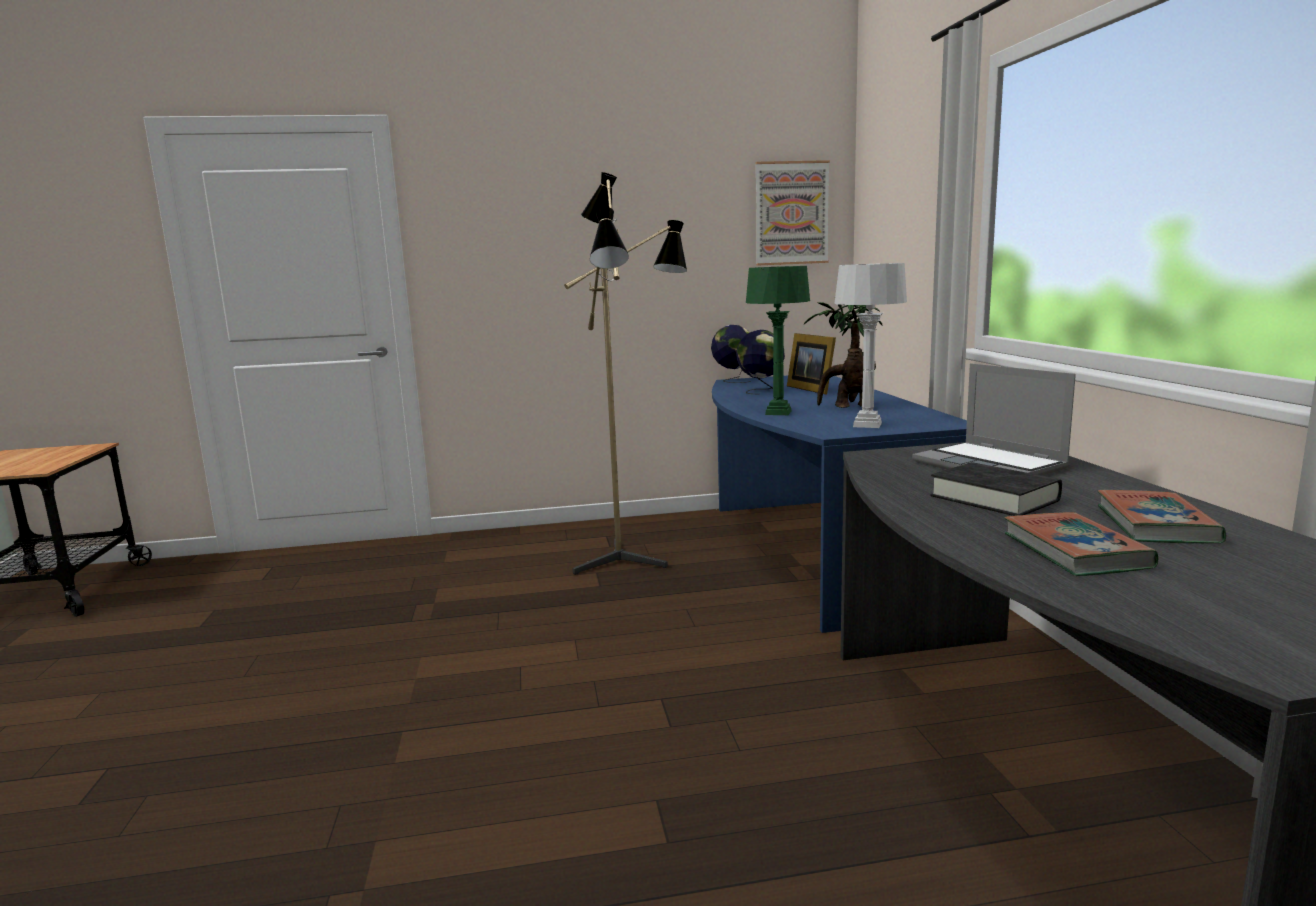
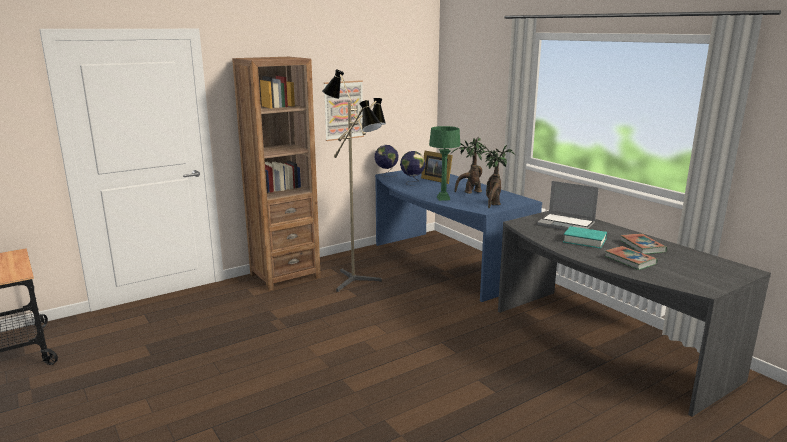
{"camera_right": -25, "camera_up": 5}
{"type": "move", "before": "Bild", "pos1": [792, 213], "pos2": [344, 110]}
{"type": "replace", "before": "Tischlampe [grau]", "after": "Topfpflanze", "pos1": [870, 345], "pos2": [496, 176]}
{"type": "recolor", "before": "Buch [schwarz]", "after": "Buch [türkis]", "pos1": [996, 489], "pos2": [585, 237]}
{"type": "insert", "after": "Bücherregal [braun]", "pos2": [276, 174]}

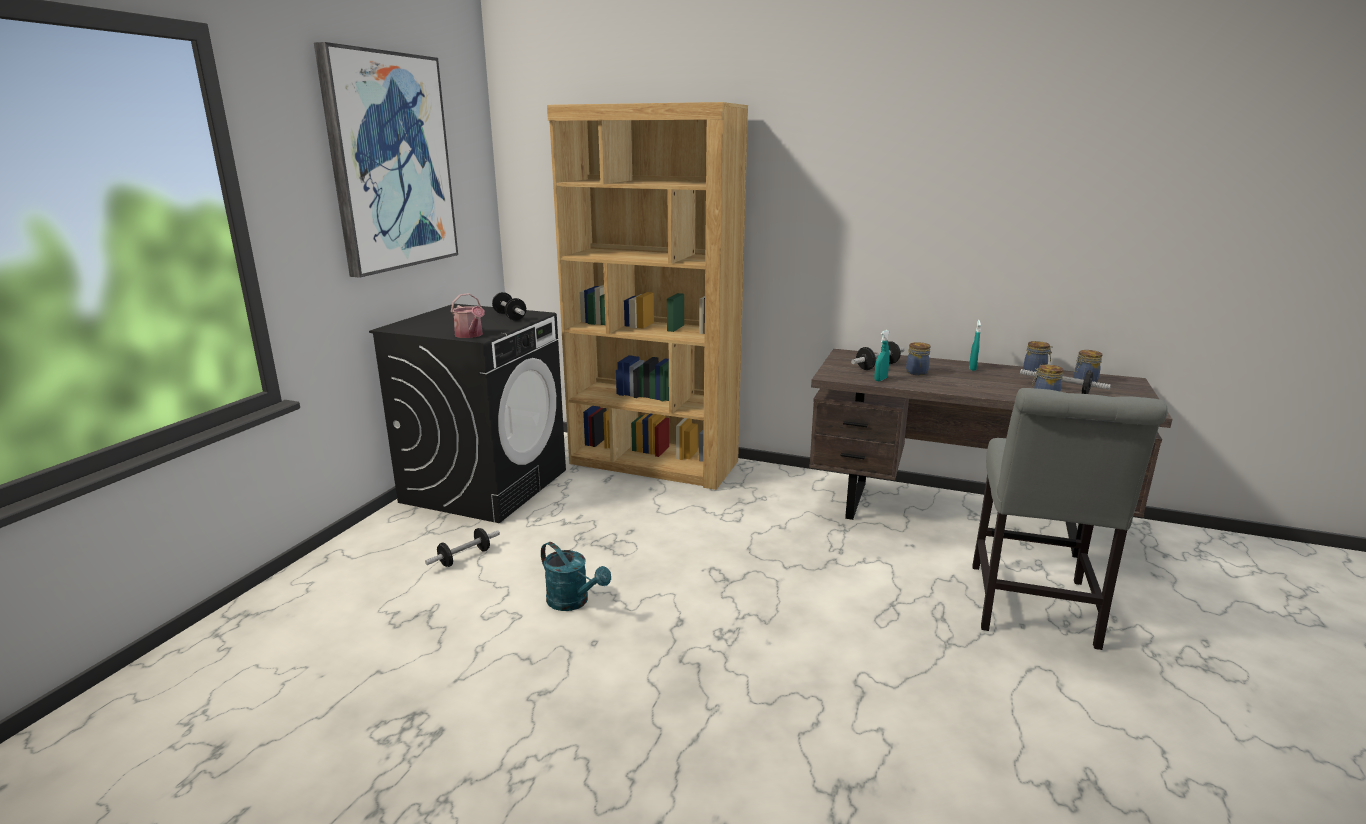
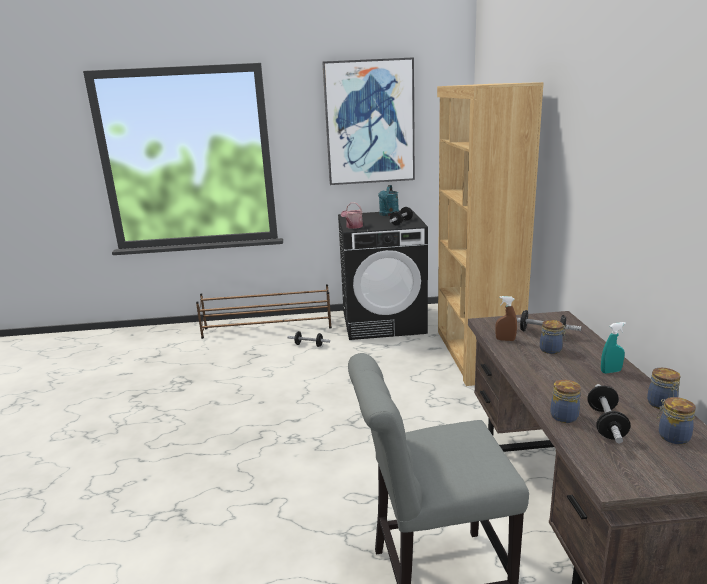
{"camera_right": 65, "camera_up": 0}
{"type": "recolor", "before": "Sprühflasche [türkis]", "after": "Sprühflasche [braun]", "pos1": [882, 355], "pos2": [506, 318]}
{"type": "move", "before": "Gießkanne [türkis]", "pos1": [576, 576], "pos2": [388, 200]}
{"type": "insert", "after": "Schuhregal [braun]", "pos2": [264, 311]}

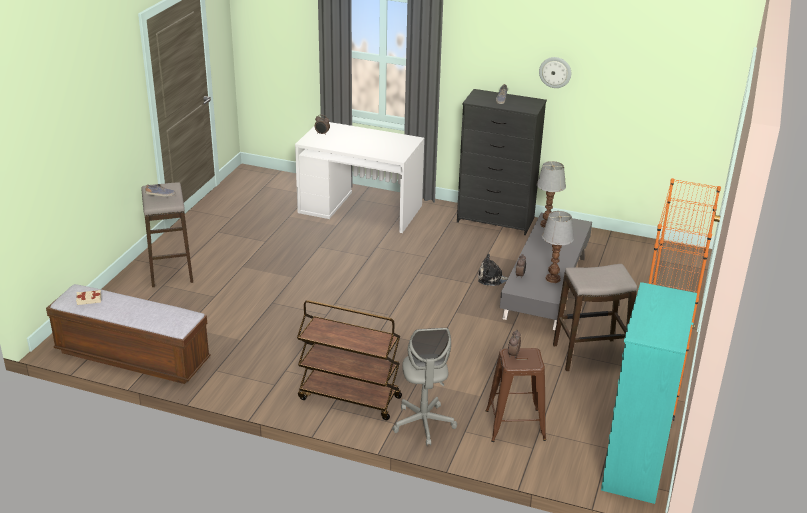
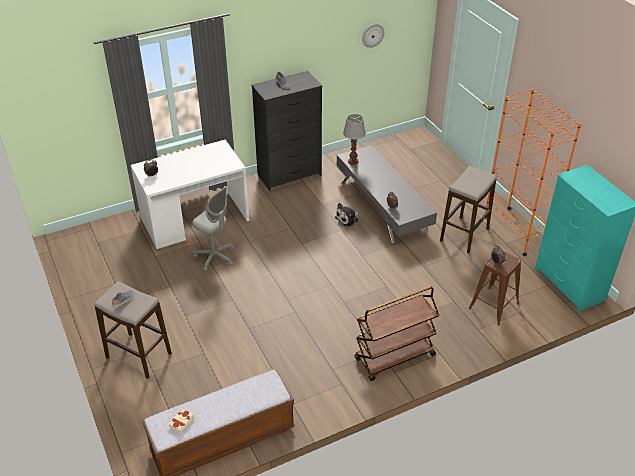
{"camera_right": -45, "camera_up": 10}
{"type": "move", "before": "Wanduhr", "pos1": [555, 72], "pos2": [373, 36]}
{"type": "delete", "before": "Tischlampe", "pos1": [558, 247]}
{"type": "move", "before": "Bürostuhl [grau]", "pos1": [424, 387], "pos2": [213, 229]}

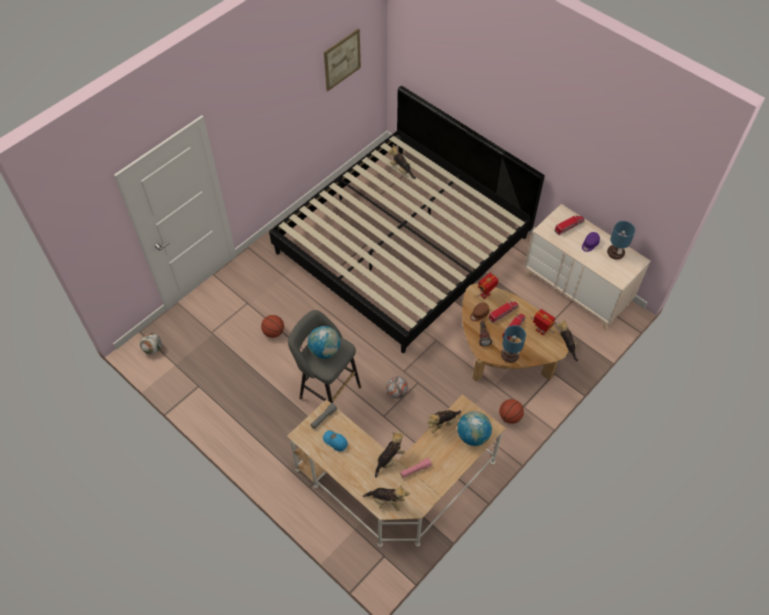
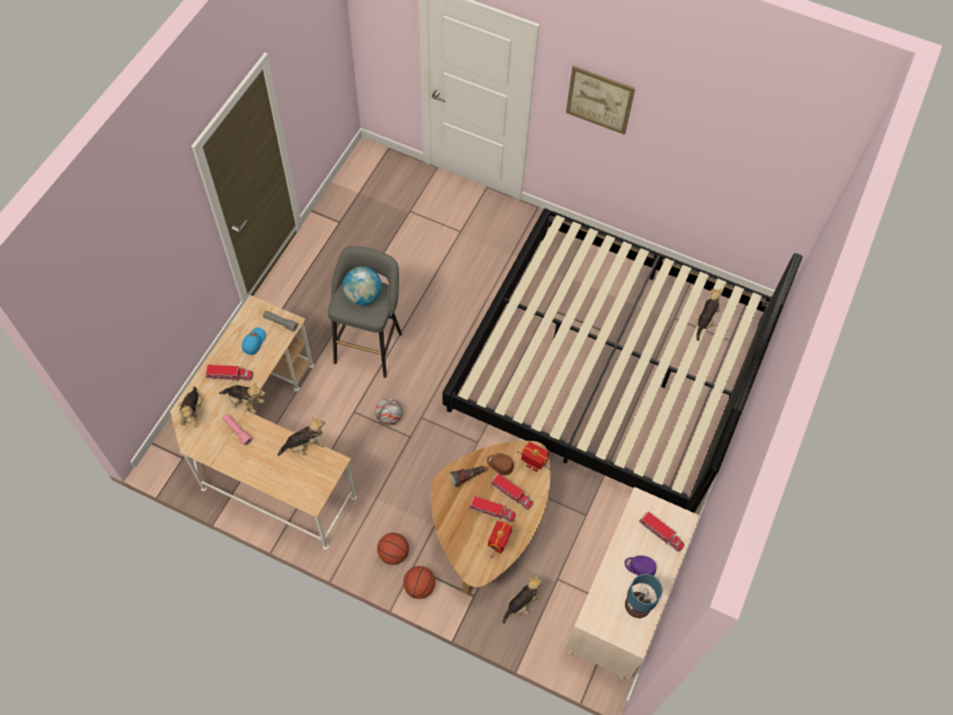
{"camera_right": 70, "camera_up": 5}
{"type": "move", "before": "Bild", "pos1": [342, 59], "pos2": [600, 100]}
{"type": "move", "before": "Basketball", "pos1": [272, 326], "pos2": [419, 582]}
{"type": "delete", "before": "Tischlampe", "pos1": [513, 344]}
{"type": "delete", "before": "Fußball", "pos1": [151, 343]}
{"type": "rotate", "before": "Plüschtier", "pos1": [444, 421], "pos2": [301, 436], "turn": 120}
{"type": "delete", "before": "Globus", "pos1": [474, 428]}
{"type": "insert", "after": "Spielzeuglaster", "pos2": [229, 373]}

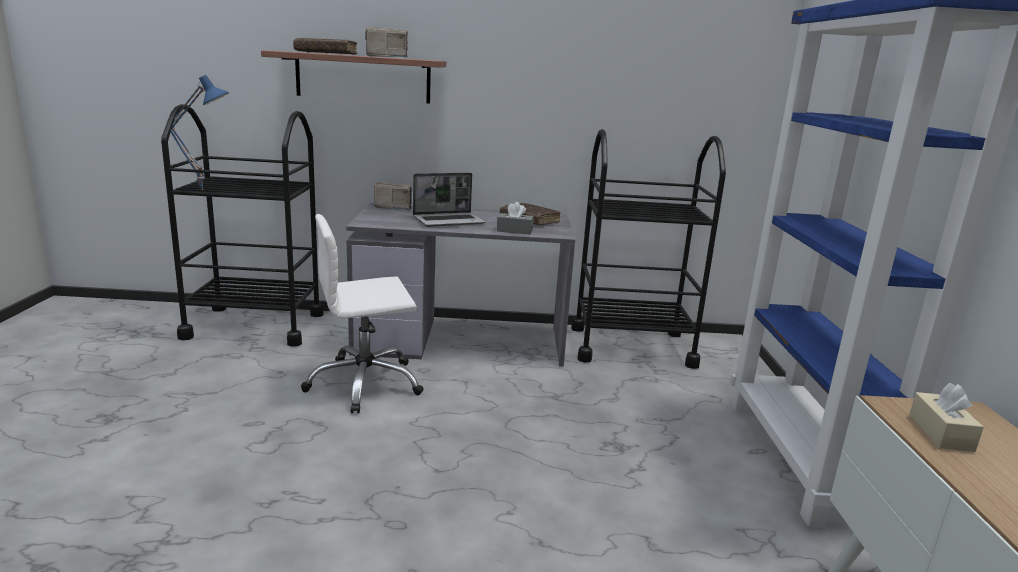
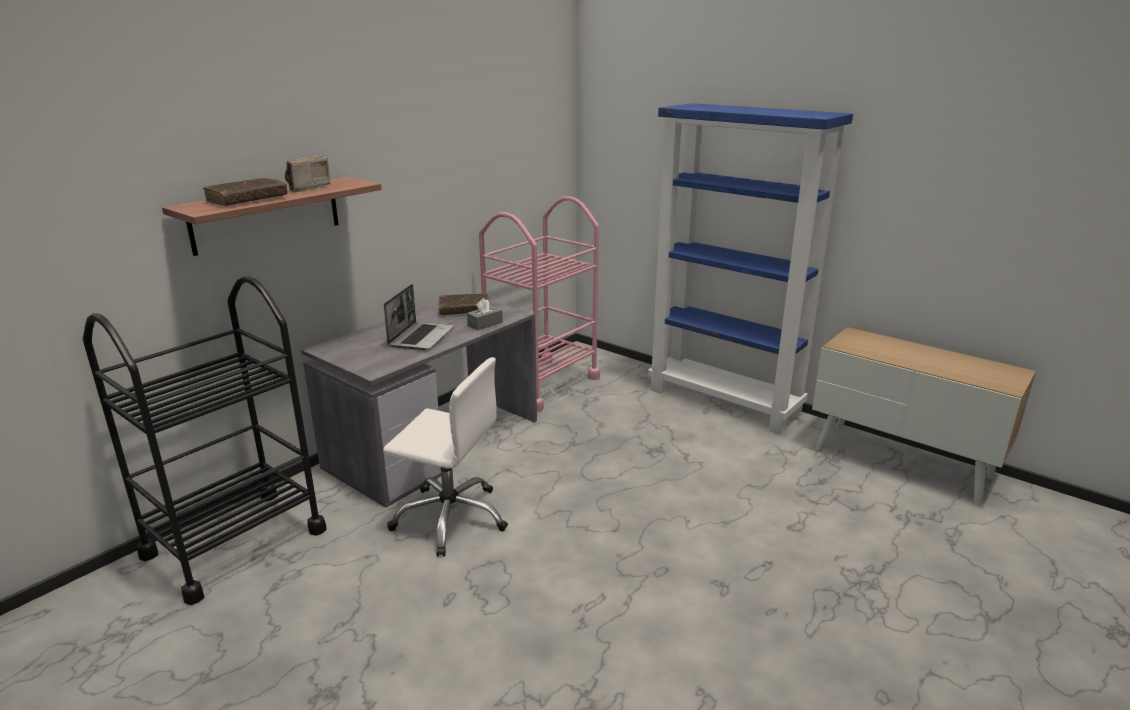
{"camera_right": -50, "camera_up": 5}
{"type": "delete", "before": "Tischlampe [blau]", "pos1": [200, 132]}
{"type": "recolor", "before": "Rollwagen [schwarz]", "after": "Rollwagen [rosa]", "pos1": [648, 249], "pos2": [539, 304]}
{"type": "delete", "before": "Radio", "pos1": [393, 196]}
{"type": "rotate", "before": "Bürostuhl [weiß]", "pos1": [362, 313], "pos2": [445, 456], "turn": -90}
{"type": "delete", "before": "Taschentuchbox [beige]", "pos1": [946, 417]}

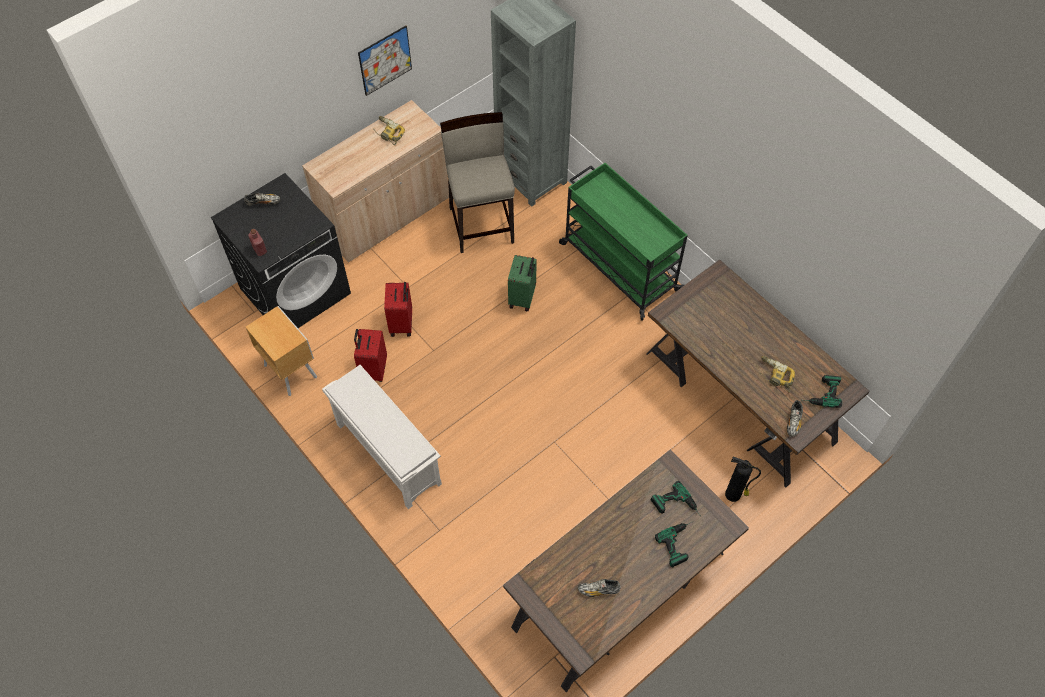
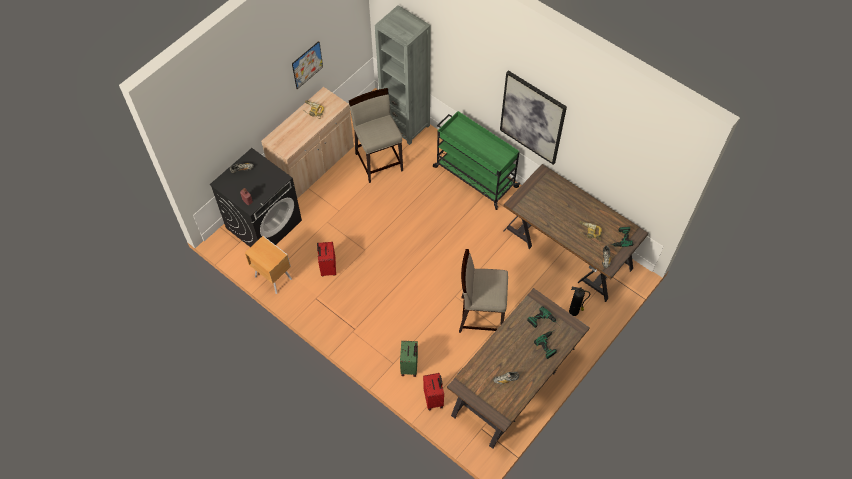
{"camera_right": -10, "camera_up": 0}
{"type": "move", "before": "Koffer [grün]", "pos1": [522, 283], "pos2": [409, 359]}
{"type": "move", "before": "Koffer [rot]", "pos1": [398, 309], "pos2": [433, 392]}
{"type": "delete", "before": "Schuhregal [weiß]", "pos1": [382, 437]}
{"type": "insert", "after": "Bild", "pos2": [533, 117]}
{"type": "insert", "after": "Hocker [beige]", "pos2": [483, 291]}

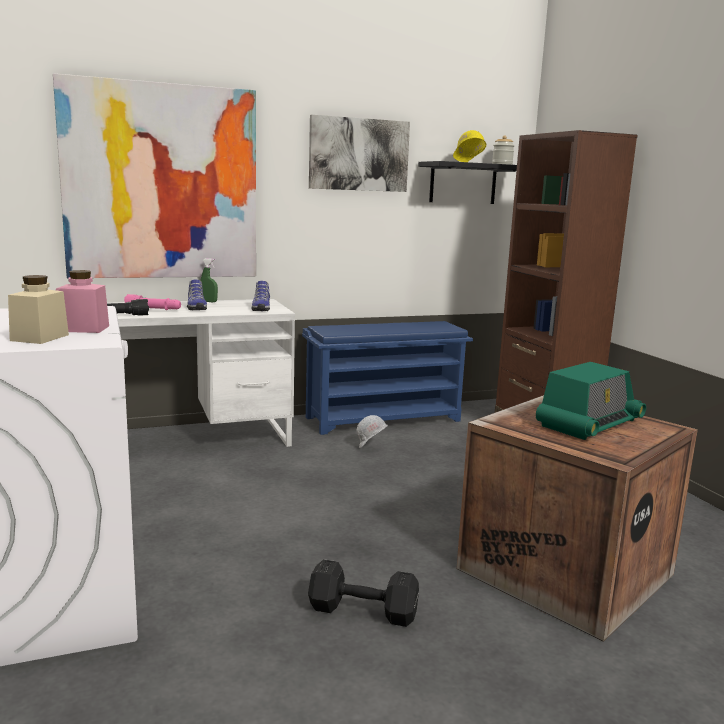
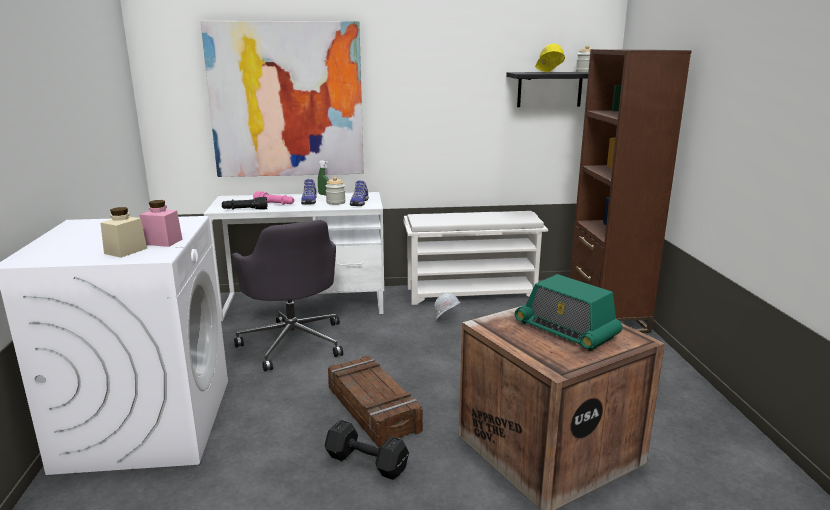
{"camera_right": 15, "camera_up": 5}
{"type": "delete", "before": "Bild", "pos1": [359, 153]}
{"type": "recolor", "before": "Schuhregal [blau]", "after": "Schuhregal [weiß]", "pos1": [387, 378], "pos2": [475, 258]}
{"type": "rotate", "before": "Radio", "pos1": [591, 401], "pos2": [568, 312], "turn": 75}
{"type": "insert", "after": "Vorratsglas", "pos2": [336, 191]}
{"type": "insert", "after": "Bürostuhl [grau]", "pos2": [287, 296]}
{"type": "insert", "after": "Kiste", "pos2": [375, 401]}

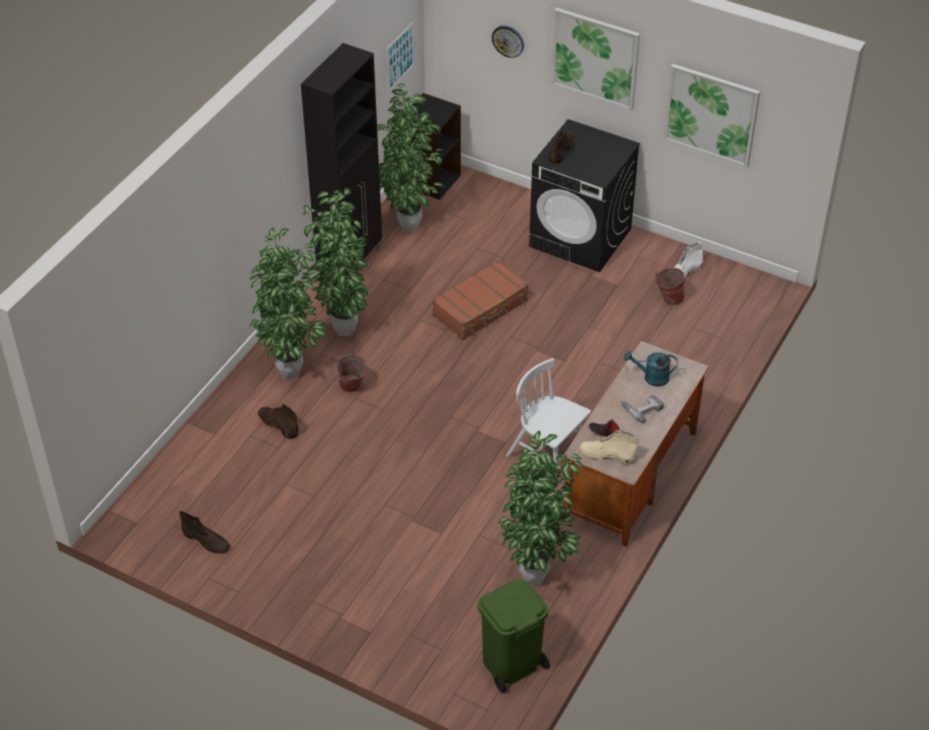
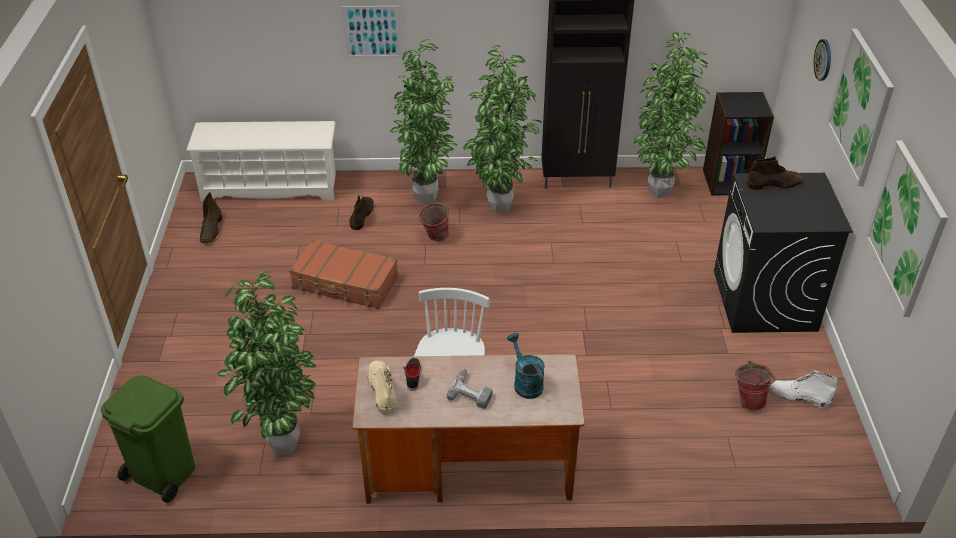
{"camera_right": 60, "camera_up": -5}
{"type": "move", "before": "Bild", "pos1": [400, 57], "pos2": [372, 32]}
{"type": "move", "before": "Koffer [braun]", "pos1": [480, 300], "pos2": [343, 274]}
{"type": "insert", "after": "Schuhregal [weiß]", "pos2": [261, 161]}

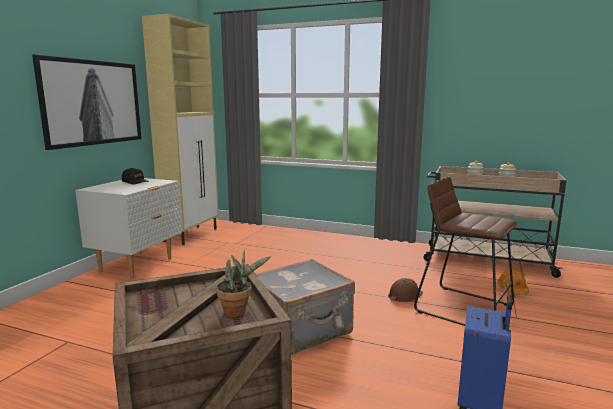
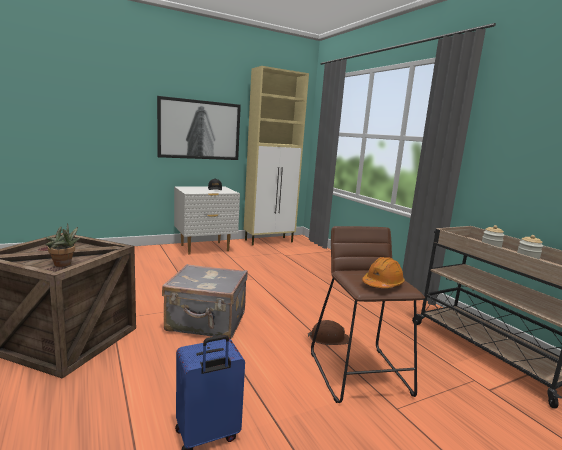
{"camera_right": 40, "camera_up": 0}
{"type": "move", "before": "Schutzhelm [orange]", "pos1": [513, 281], "pos2": [383, 272]}

